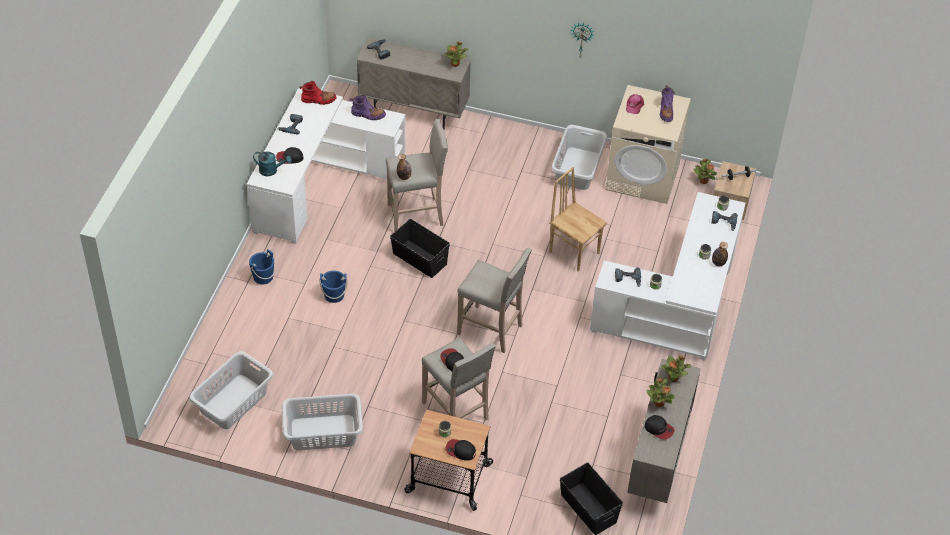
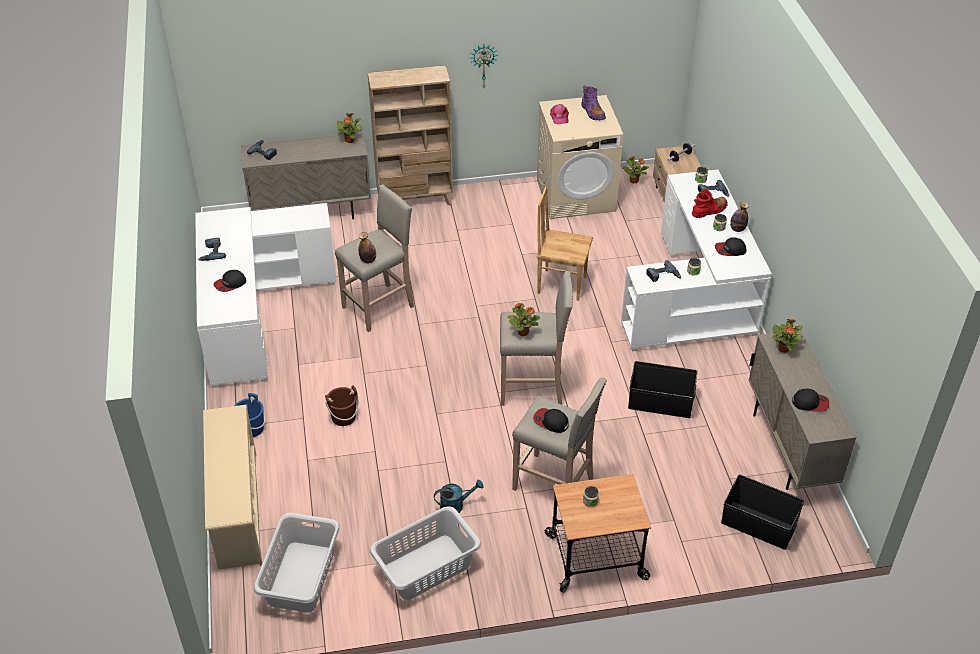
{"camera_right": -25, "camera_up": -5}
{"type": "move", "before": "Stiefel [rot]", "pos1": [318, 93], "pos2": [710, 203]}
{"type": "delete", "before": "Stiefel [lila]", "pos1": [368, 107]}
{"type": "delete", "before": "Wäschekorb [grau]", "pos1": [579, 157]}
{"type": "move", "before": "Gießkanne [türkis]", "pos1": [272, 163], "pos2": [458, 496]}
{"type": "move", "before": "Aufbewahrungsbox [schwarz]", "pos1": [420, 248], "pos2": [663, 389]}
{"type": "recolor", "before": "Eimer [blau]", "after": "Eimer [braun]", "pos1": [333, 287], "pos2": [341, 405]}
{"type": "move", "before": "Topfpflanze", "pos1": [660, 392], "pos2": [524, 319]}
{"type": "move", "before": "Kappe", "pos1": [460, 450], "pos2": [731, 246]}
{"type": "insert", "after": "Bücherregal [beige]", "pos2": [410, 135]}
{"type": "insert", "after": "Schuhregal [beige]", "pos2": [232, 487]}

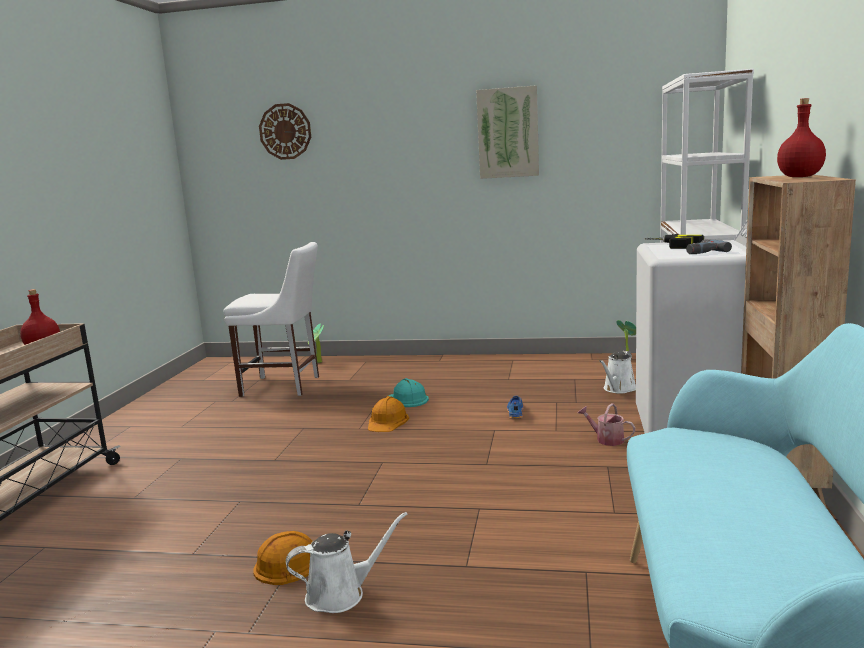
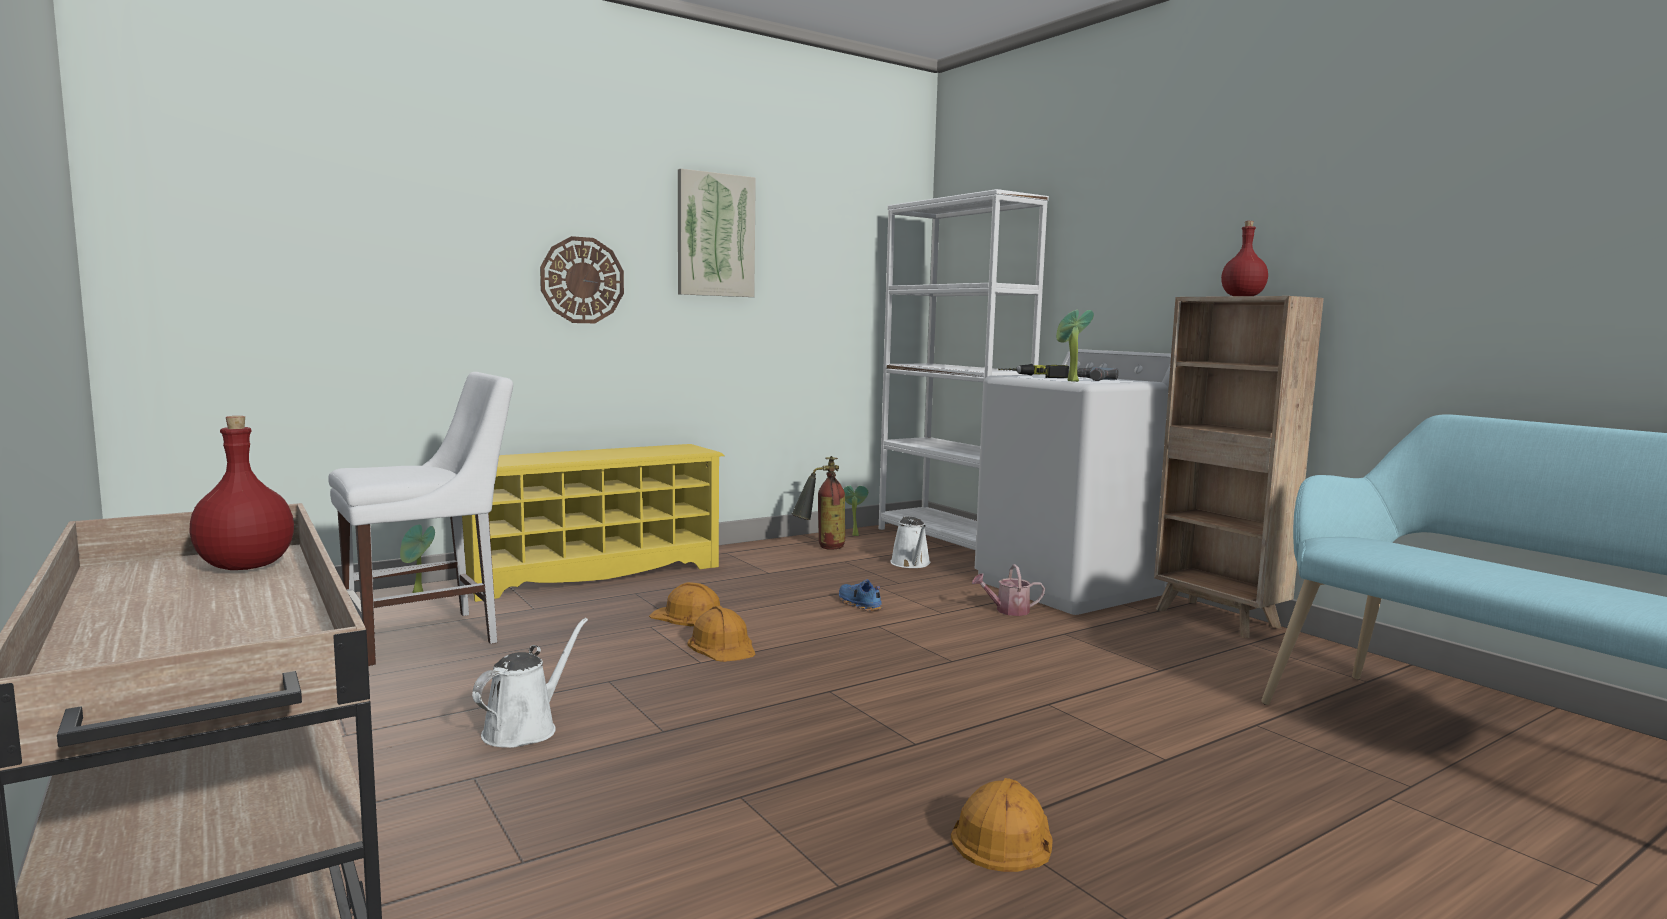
{"camera_right": -45, "camera_up": -5}
{"type": "move", "before": "Wanduhr", "pos1": [285, 131], "pos2": [582, 279]}
{"type": "recolor", "before": "Schutzhelm [türkis]", "after": "Schutzhelm [orange]", "pos1": [409, 392], "pos2": [684, 604]}
{"type": "move", "before": "Gießkanne [weiß]", "pos1": [347, 562], "pos2": [530, 683]}
{"type": "insert", "after": "Topfpflanze", "pos2": [1075, 346]}
{"type": "insert", "after": "Schuhregal [gelb]", "pos2": [593, 523]}
{"type": "insert", "after": "Feuerlöscher", "pos2": [818, 503]}

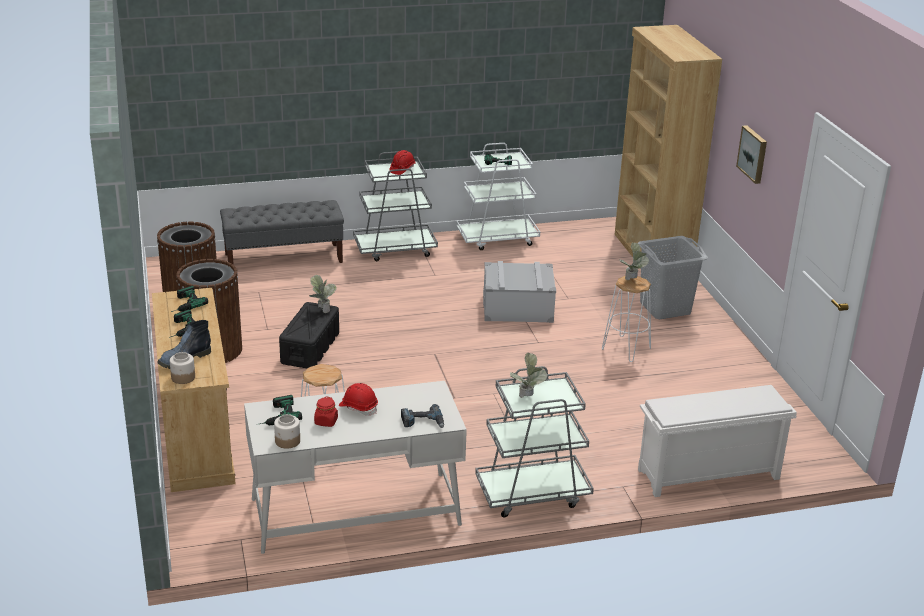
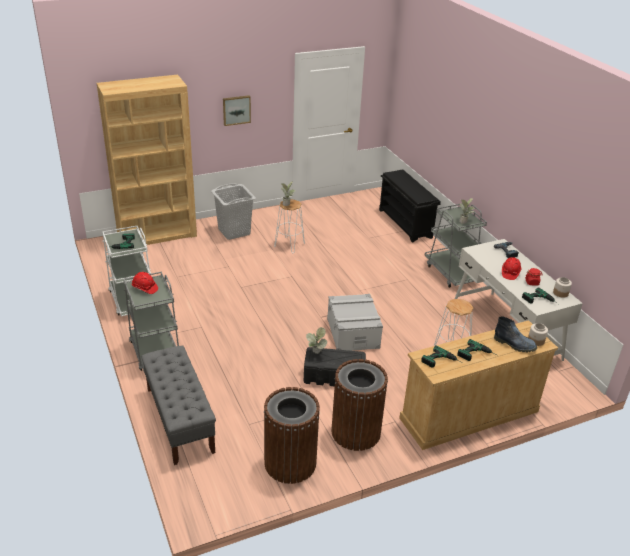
{"camera_right": -100, "camera_up": 5}
{"type": "move", "before": "Aufbewahrungsbox [grau]", "pos1": [519, 292], "pos2": [355, 322]}
{"type": "recolor", "before": "Schuhregal [weiß]", "after": "Schuhregal [schwarz]", "pos1": [717, 441], "pos2": [410, 206]}

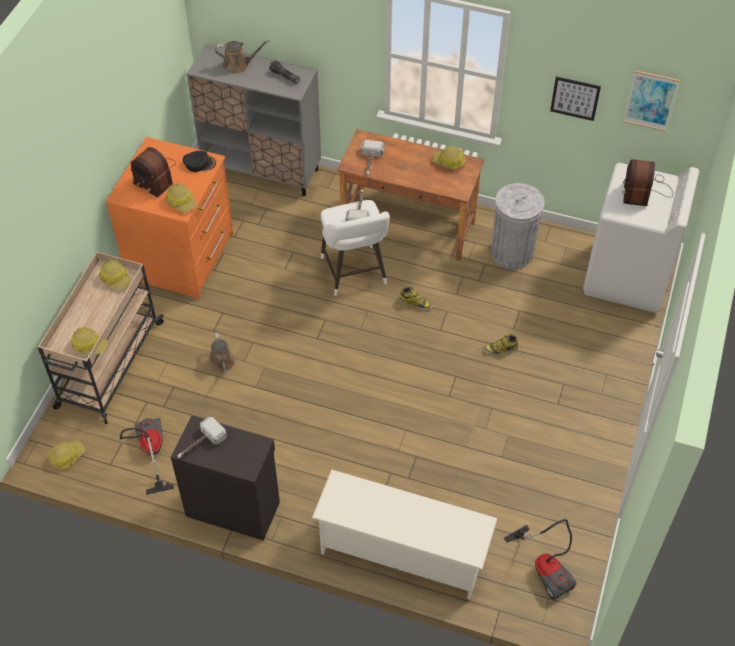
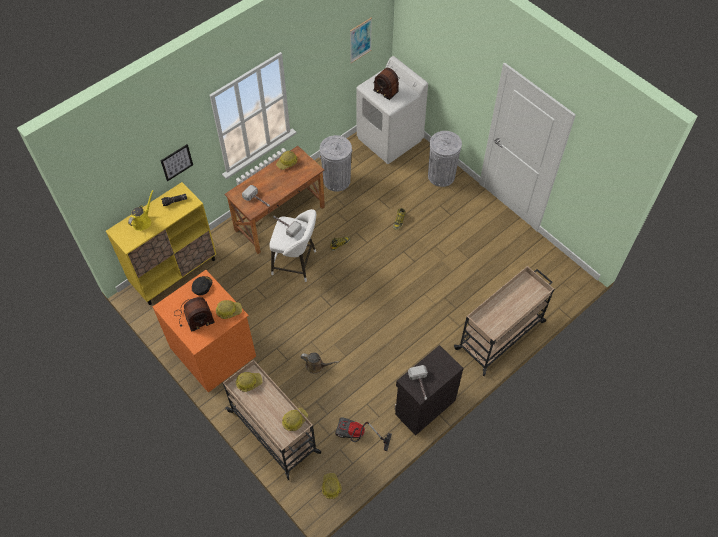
{"camera_right": -60, "camera_up": 5}
{"type": "recolor", "before": "Gießkanne [braun]", "after": "Gießkanne [gelb]", "pos1": [242, 57], "pos2": [141, 210]}
{"type": "recolor", "before": "Schrank [grau]", "after": "Schrank [gelb]", "pos1": [254, 120], "pos2": [161, 243]}
{"type": "move", "before": "Bild", "pos1": [575, 98], "pos2": [177, 163]}
{"type": "replace", "before": "Schuhregal [weiß]", "after": "Rollwagen [beige]", "pos1": [404, 534], "pos2": [504, 321]}
{"type": "delete", "before": "Staubsauger", "pos1": [539, 559]}
{"type": "insert", "after": "Mülleimer [grau]", "pos2": [445, 159]}

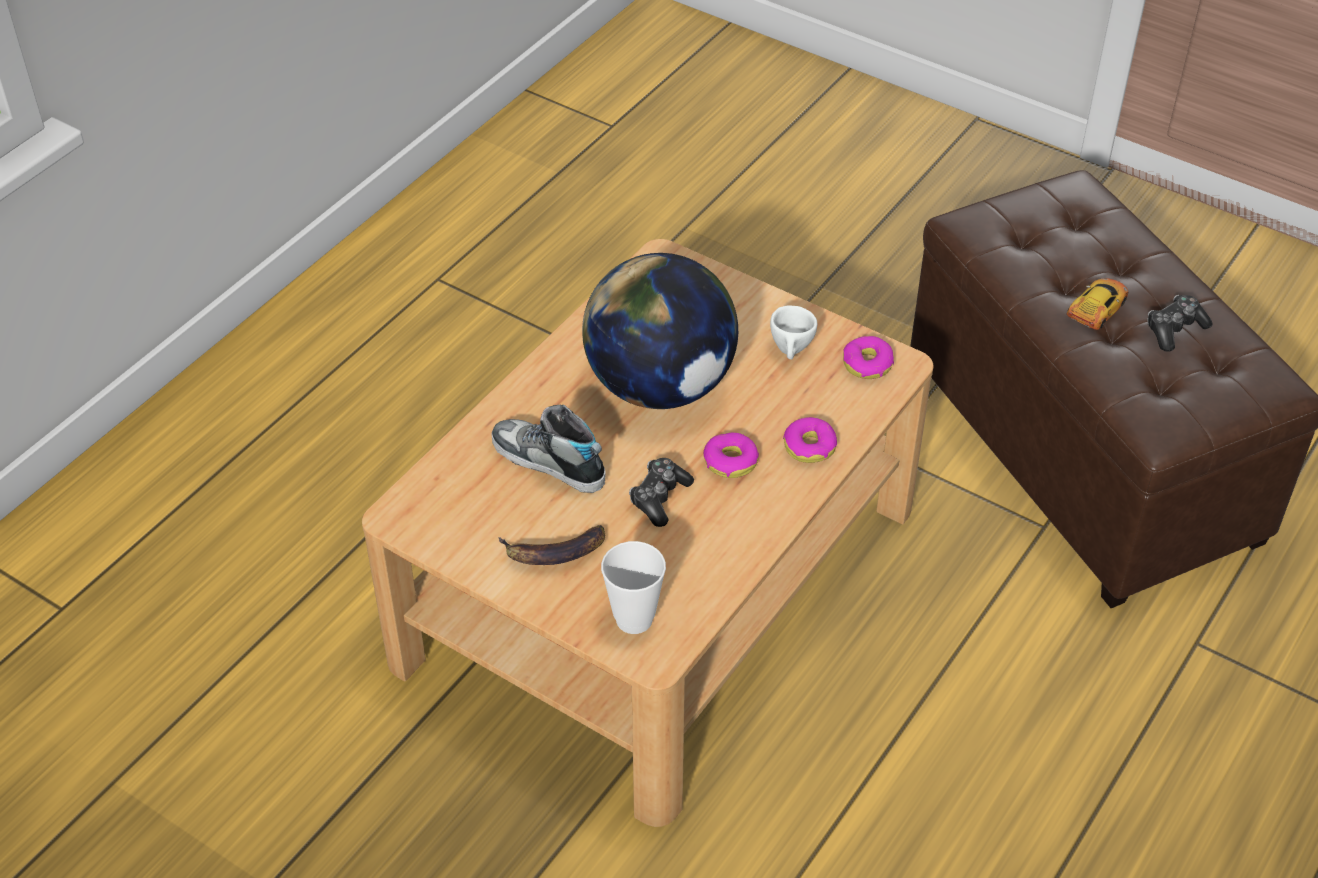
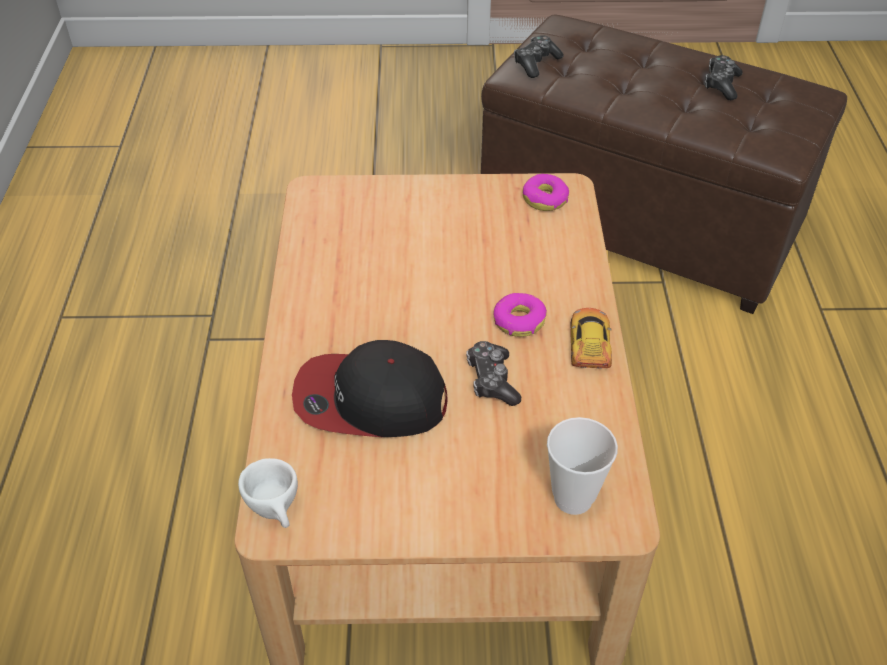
{"camera_right": -35, "camera_up": 0}
{"type": "delete", "before": "Globus", "pos1": [660, 331]}
{"type": "move", "before": "Spielzeugauto", "pos1": [1097, 304], "pos2": [591, 338]}
{"type": "move", "before": "Tasse [weiß]", "pos1": [793, 332], "pos2": [268, 493]}
{"type": "replace", "before": "Schuh", "after": "Kappe", "pos1": [548, 449], "pos2": [370, 388]}
{"type": "delete", "before": "Donut", "pos1": [810, 440]}
{"type": "delete", "before": "Banane", "pos1": [551, 545]}
{"type": "insert", "after": "Gamepad", "pos2": [539, 56]}

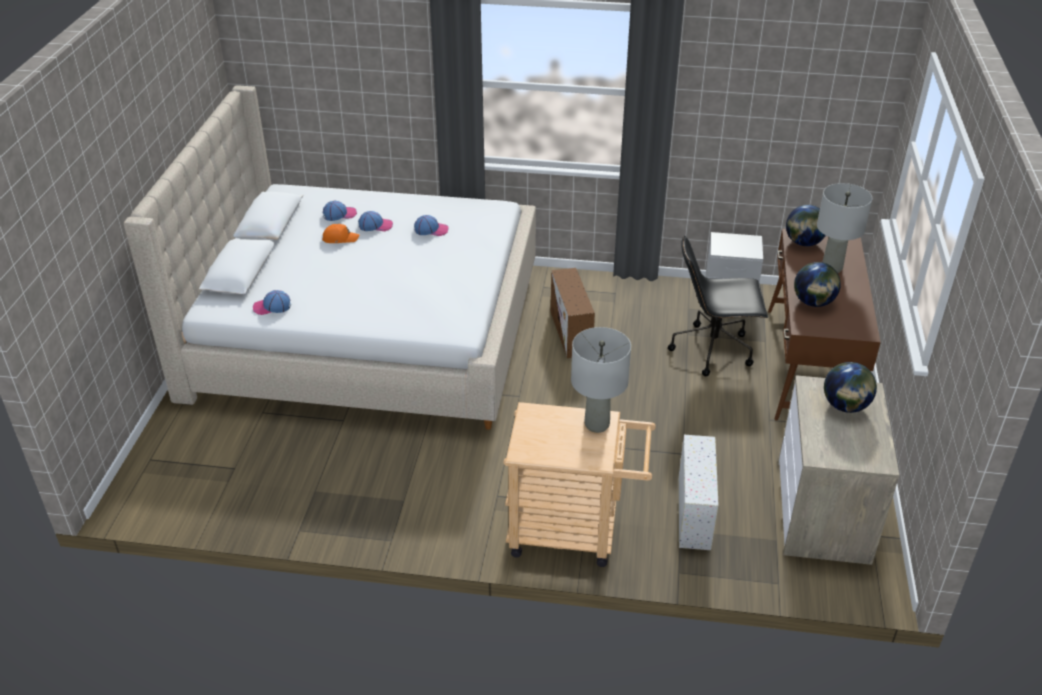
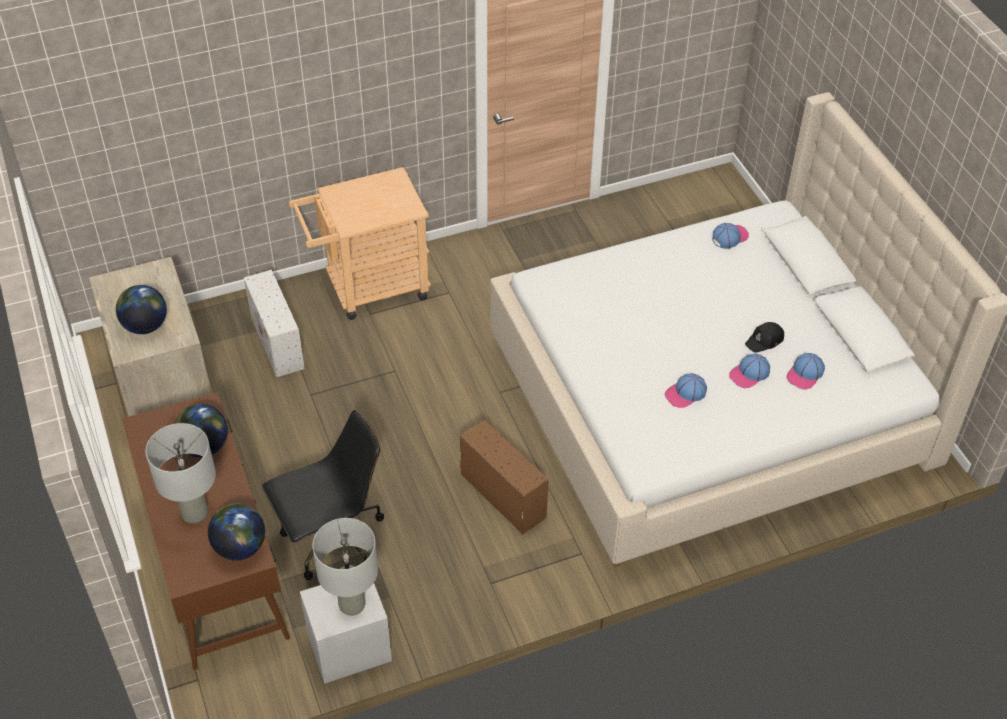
{"camera_right": 150, "camera_up": 10}
{"type": "recolor", "before": "Kappe [orange]", "after": "Kappe [schwarz]", "pos1": [340, 233], "pos2": [764, 337]}
{"type": "move", "before": "Tischlampe [grau]", "pos1": [601, 380], "pos2": [345, 567]}

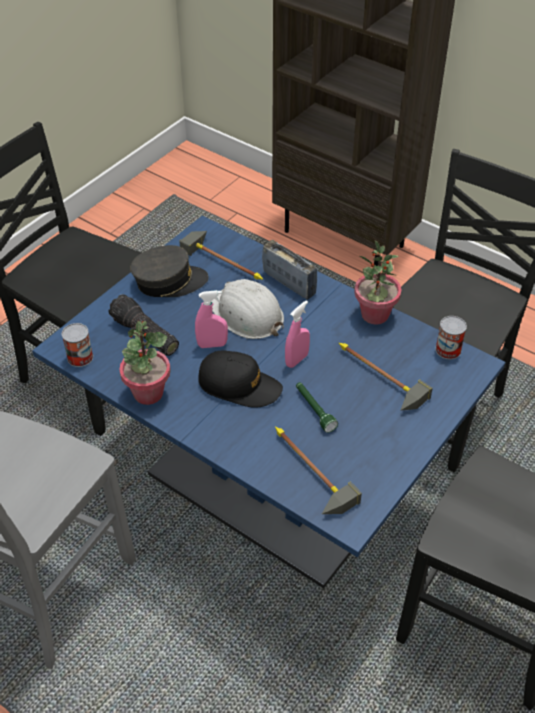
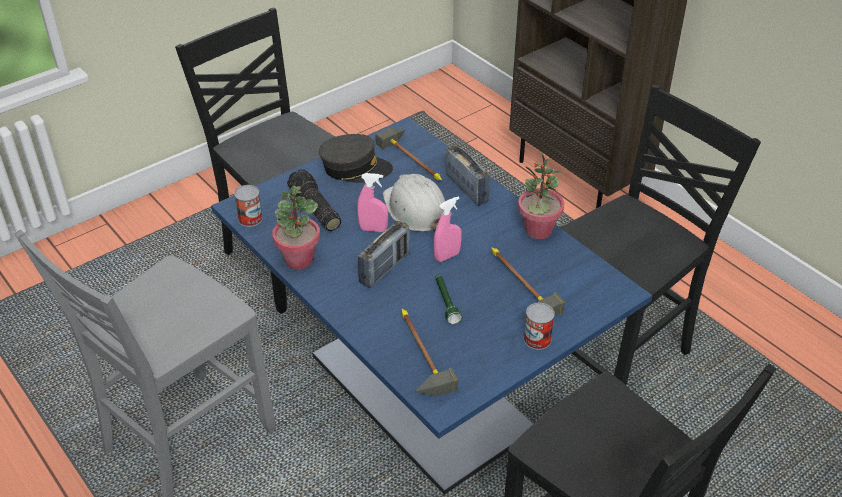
{"camera_right": 15, "camera_up": -5}
{"type": "move", "before": "Dose", "pos1": [451, 338], "pos2": [539, 326]}
{"type": "replace", "before": "Kappe [schwarz]", "after": "Radio", "pos1": [240, 379], "pos2": [384, 254]}

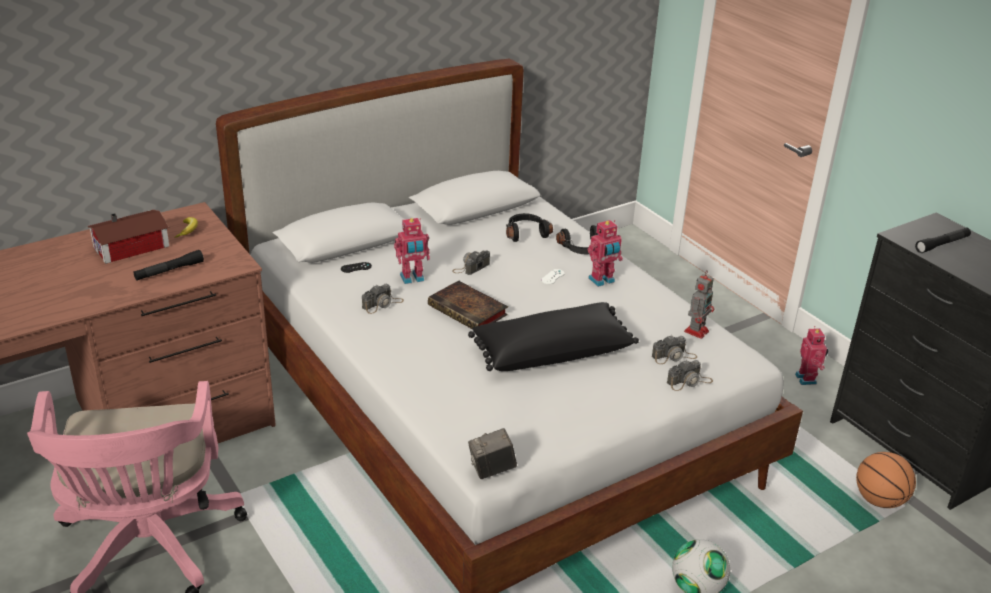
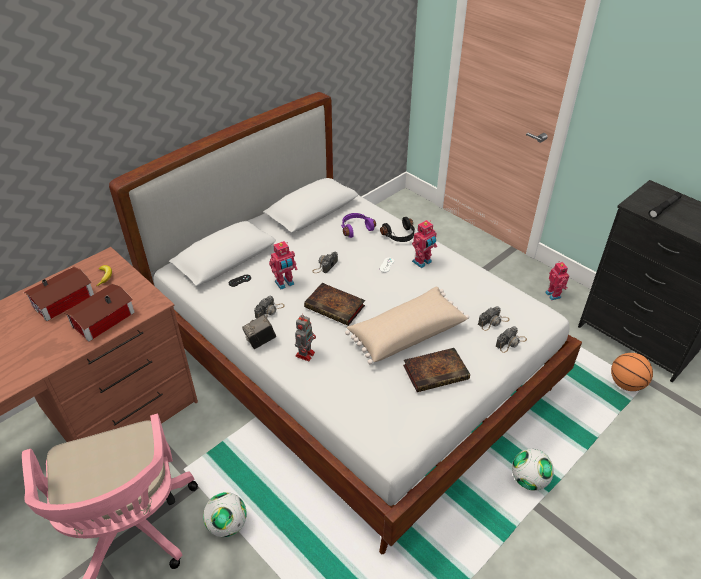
{"camera_right": -10, "camera_up": 10}
{"type": "recolor", "before": "Kopfhörer [schwarz]", "after": "Kopfhörer [lila]", "pos1": [529, 227], "pos2": [358, 225]}
{"type": "replace", "before": "Taschenlampe [schwarz]", "after": "Spielzeughaus", "pos1": [169, 265], "pos2": [99, 312]}
{"type": "move", "before": "Spielzeugroboter", "pos1": [699, 304], "pos2": [305, 337]}
{"type": "recolor", "before": "Kissen [schwarz]", "after": "Kissen [beige]", "pos1": [553, 336], "pos2": [407, 325]}
{"type": "move", "before": "Kamera", "pos1": [492, 453], "pos2": [259, 332]}
{"type": "insert", "after": "Buch", "pos2": [436, 370]}
{"type": "insert", "after": "Fußball", "pos2": [225, 514]}

